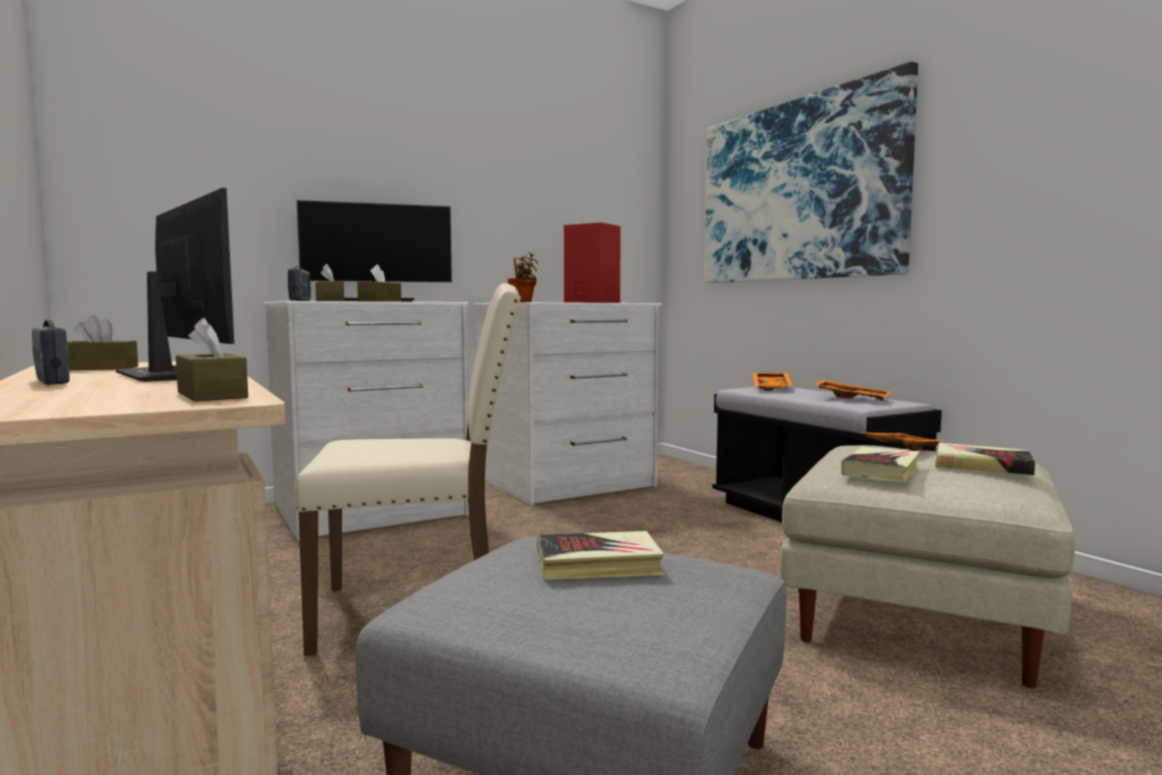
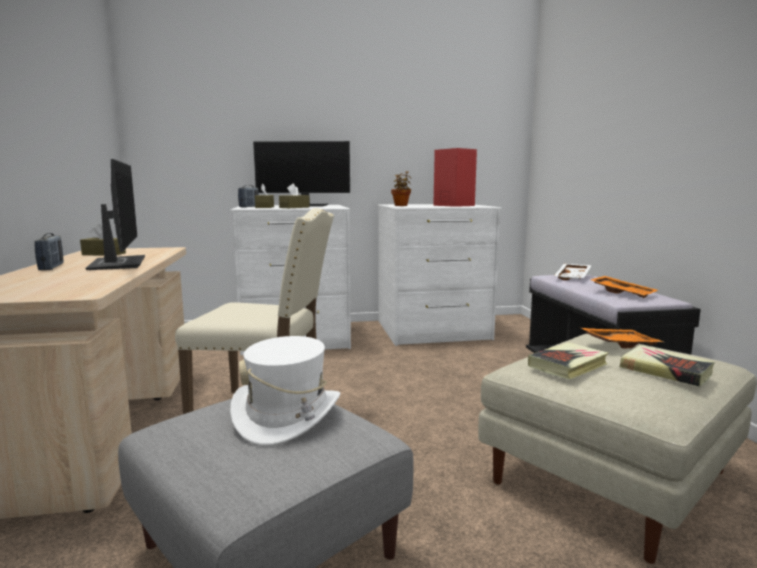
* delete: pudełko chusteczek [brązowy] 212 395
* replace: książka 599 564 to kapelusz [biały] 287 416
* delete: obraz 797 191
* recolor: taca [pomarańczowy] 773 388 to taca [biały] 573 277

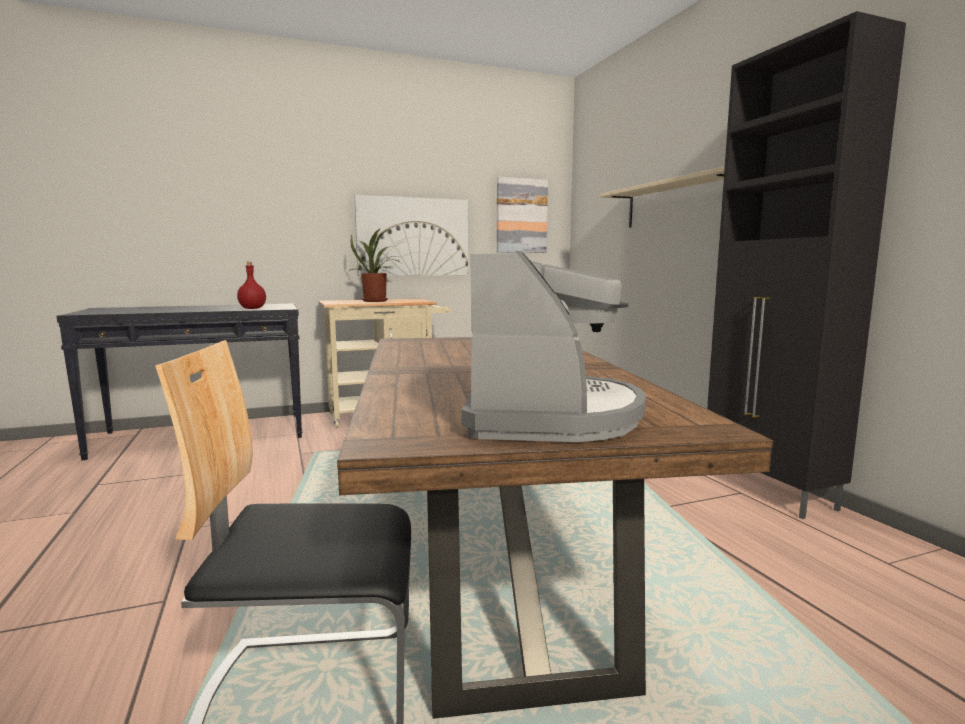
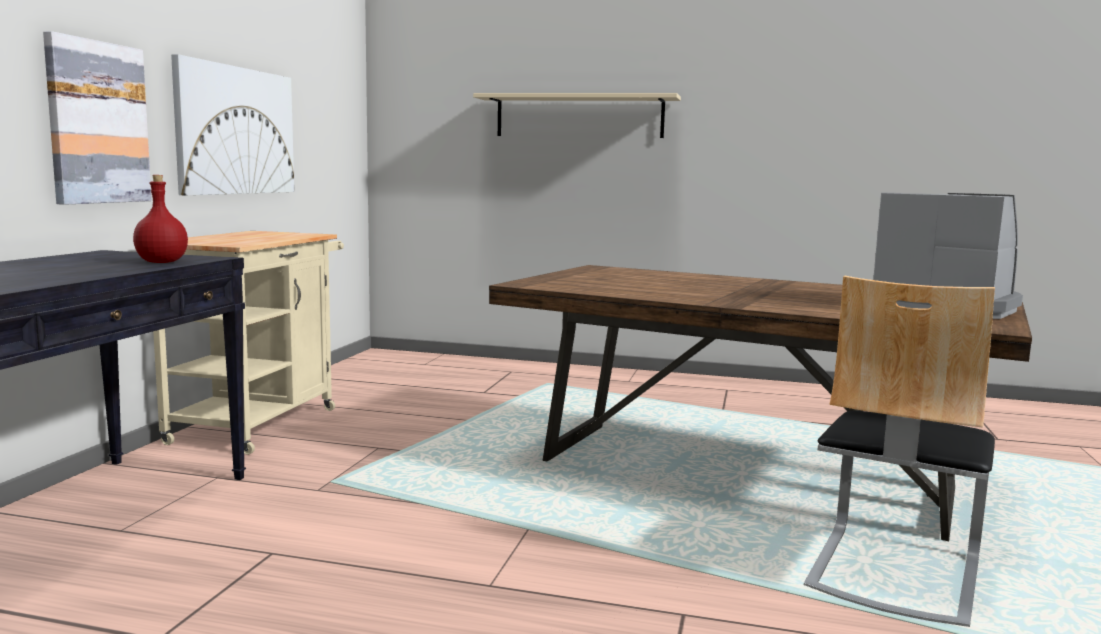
* delete: roślina doniczkowa 377 301
* move: obraz 521 216 to 97 123
* delete: szafka [czarny] 769 492

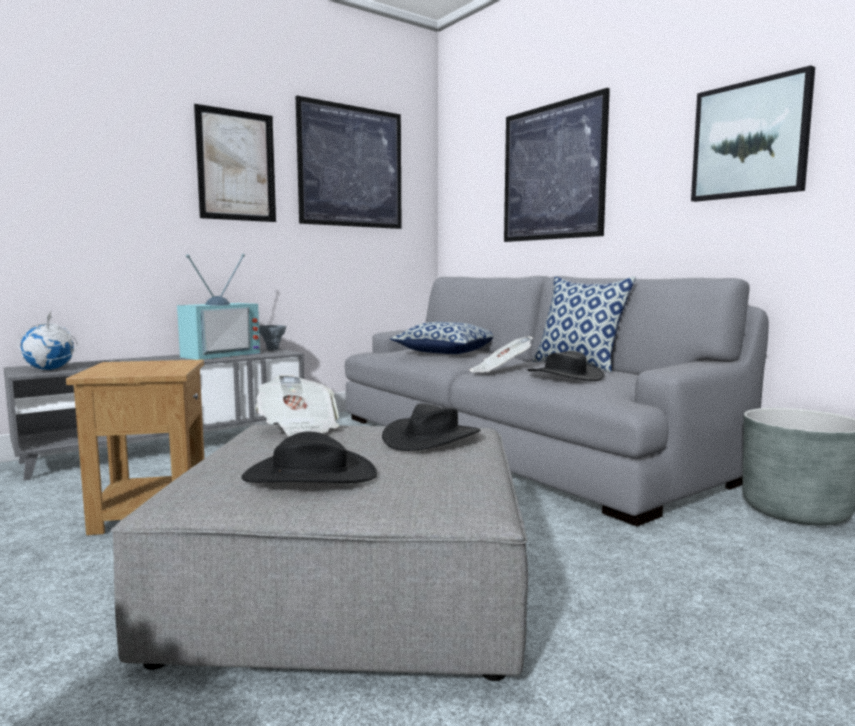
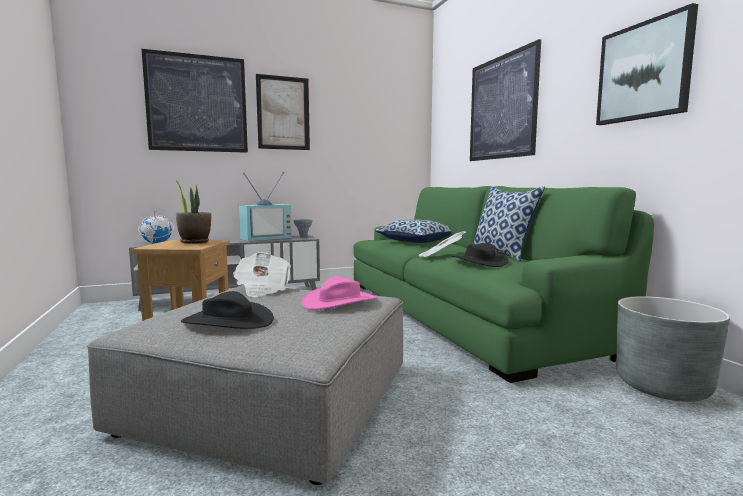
* move: obraz 351 167 to 197 103
* recolor: kanapa [szary] 513 446 to kanapa [zielony] 458 312
* recolor: kapelusz [czarny] 431 438 to kapelusz [różowy] 339 302
* insert: roślina doniczkowa 194 242

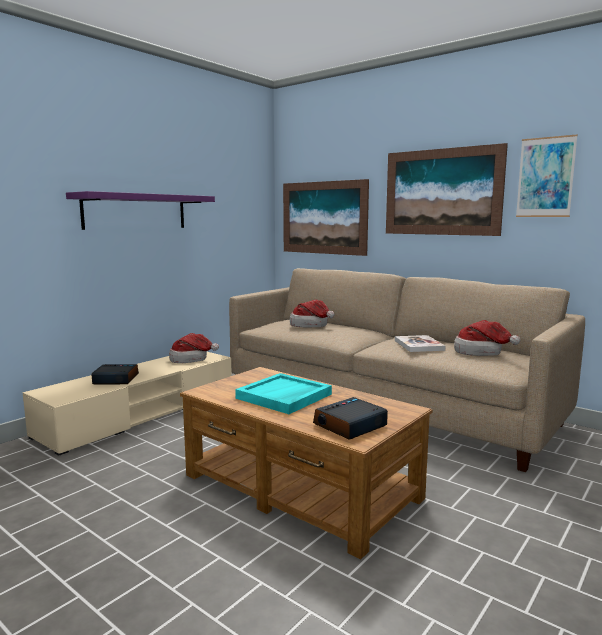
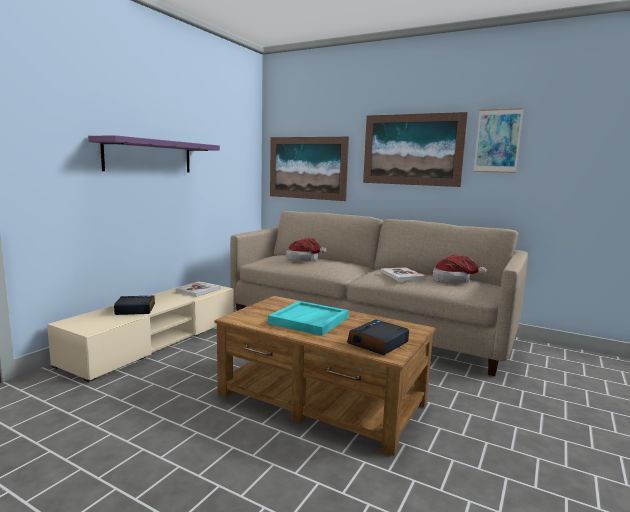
* replace: kapelusz 191 359 to książka 198 290

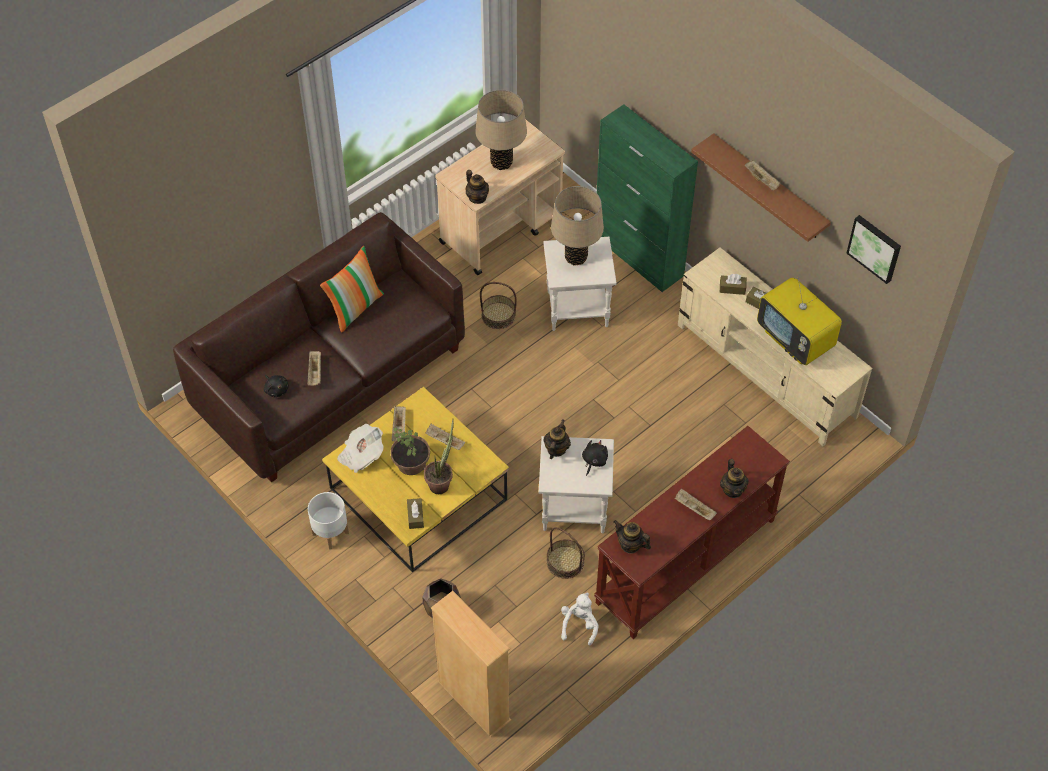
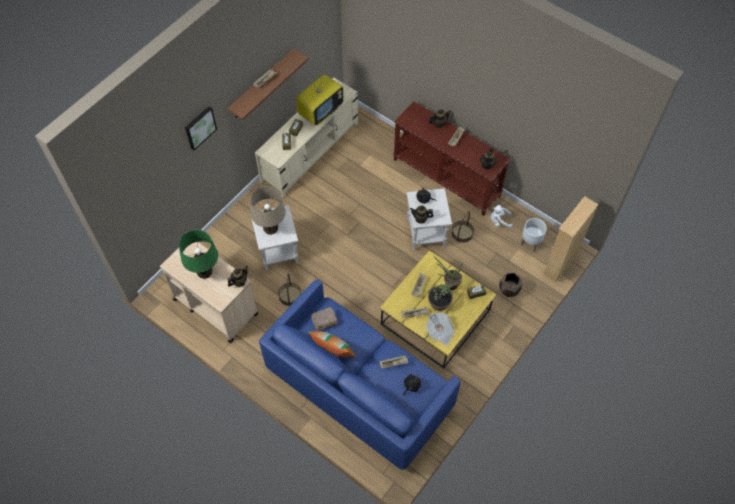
* recolor: kanapa [brązowy] 330 378 to kanapa [niebieski] 358 388
* move: donica [biały] 330 534 to 530 242
* recolor: lampa stołowa [beżowy] 501 162 to lampa stołowa [zielony] 205 272
* delete: szafka [zielony] 639 256
* move: obraz 875 248 to 199 127
* insert: książka [brązowy] 324 321

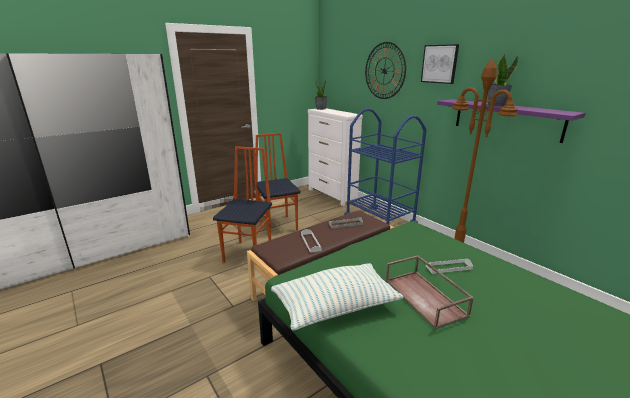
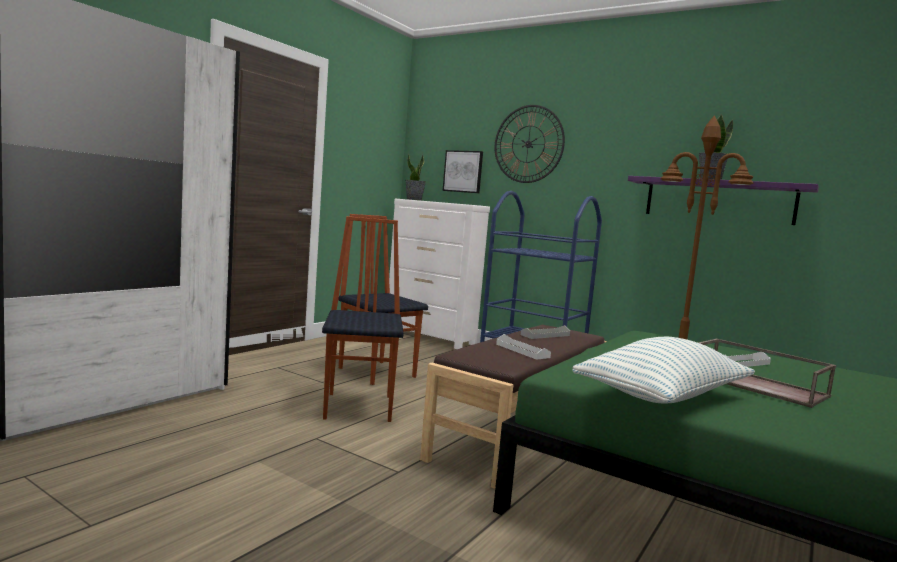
* move: obraz 439 64 to 463 171

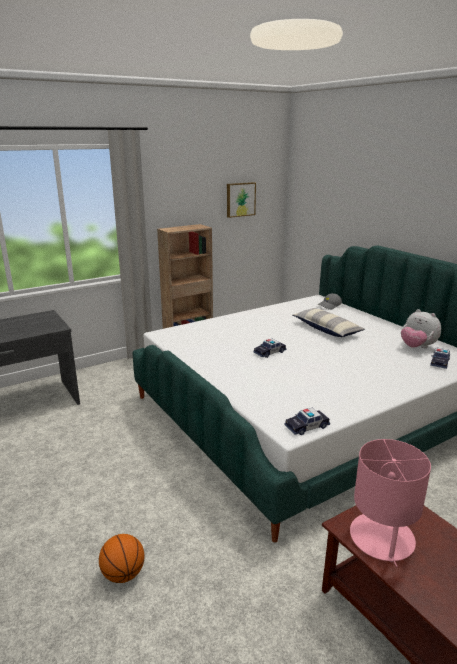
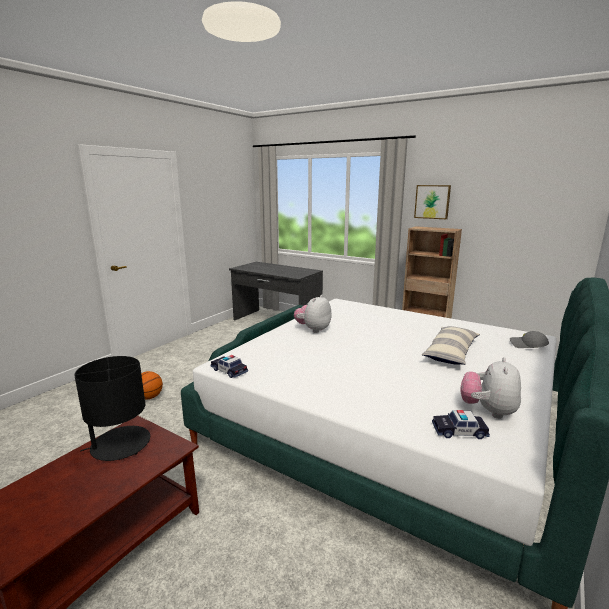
* move: obraz 240 199 to 432 201
* delete: samochodzik 269 352
* recolor: lampa stołowa [różowy] 382 538 to lampa stołowa [czarny] 120 444
* insert: pluszak 313 329

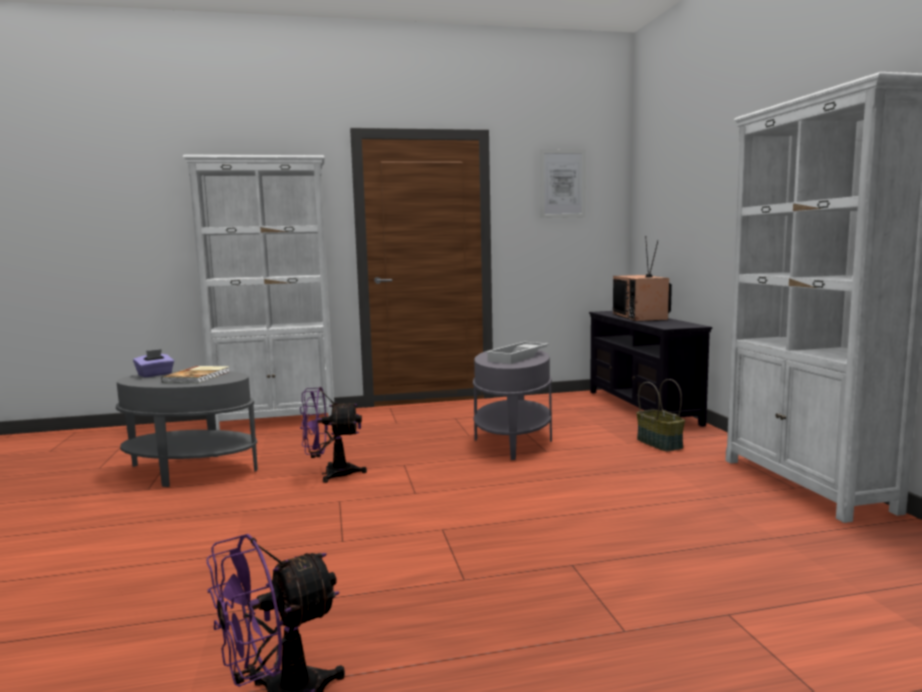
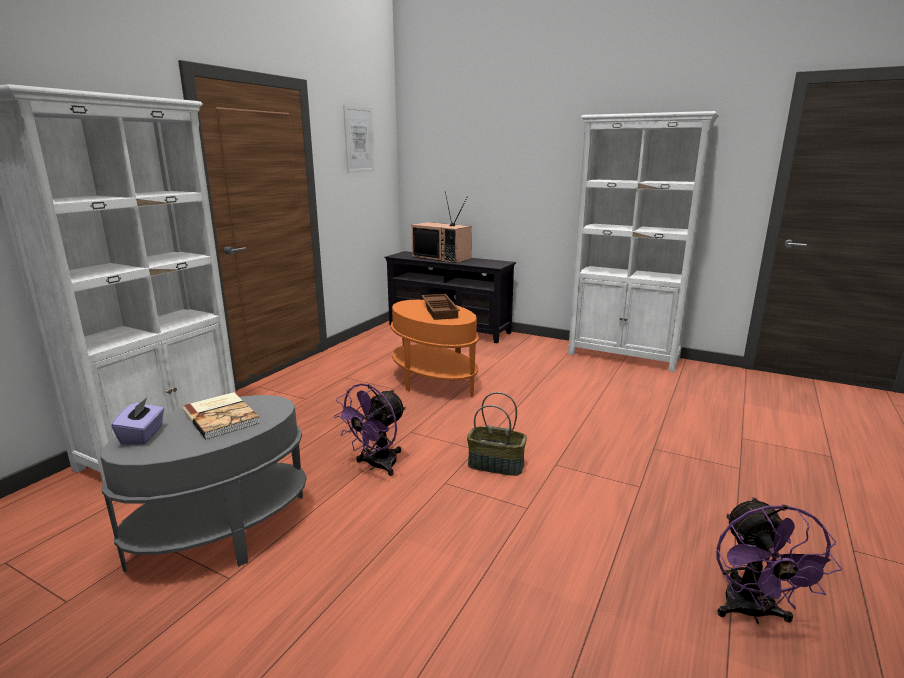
* recolor: stolik [szary] 513 440 to stolik [pomarańczowy] 434 381
* recolor: taca [biały] 518 357 to taca [brązowy] 440 310
* move: koszyk 660 443 to 496 464

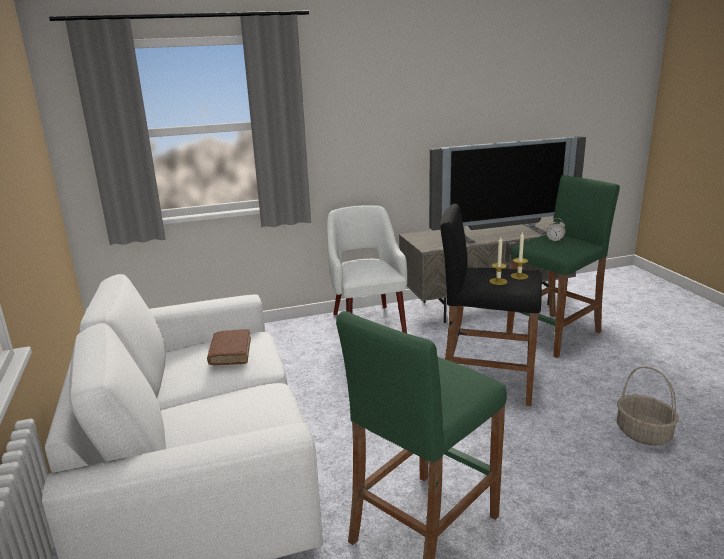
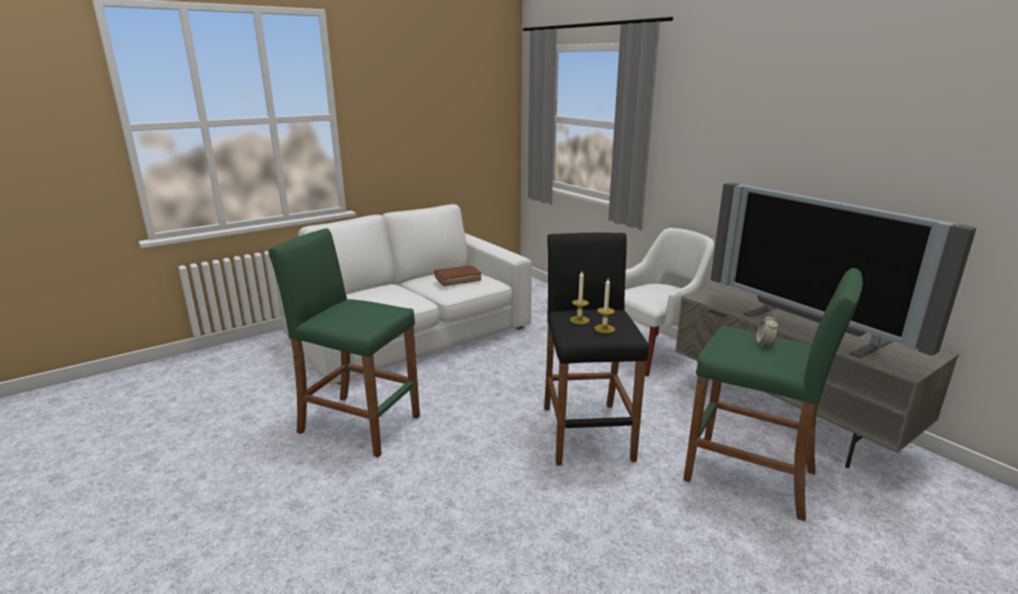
* delete: koszyk 642 433

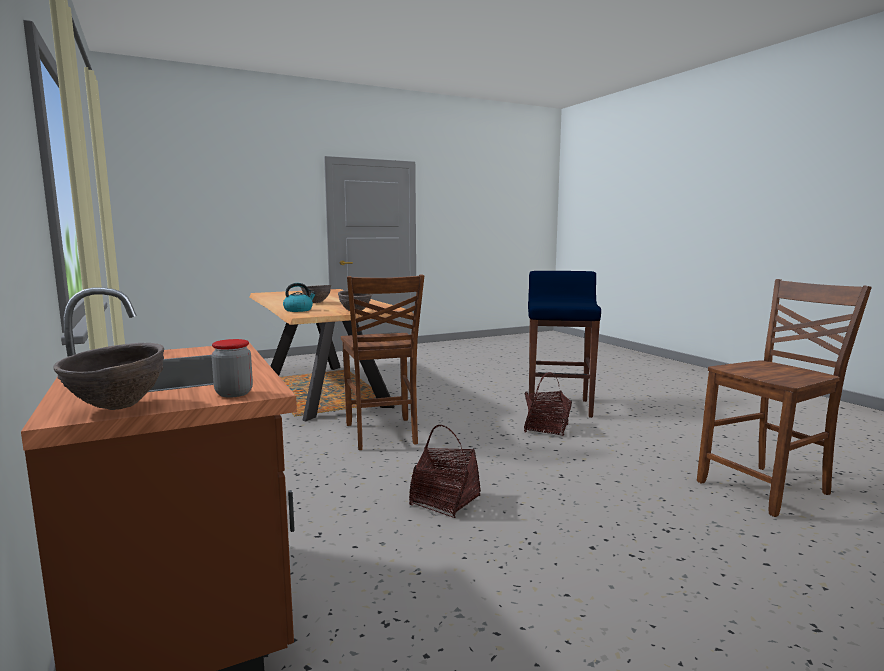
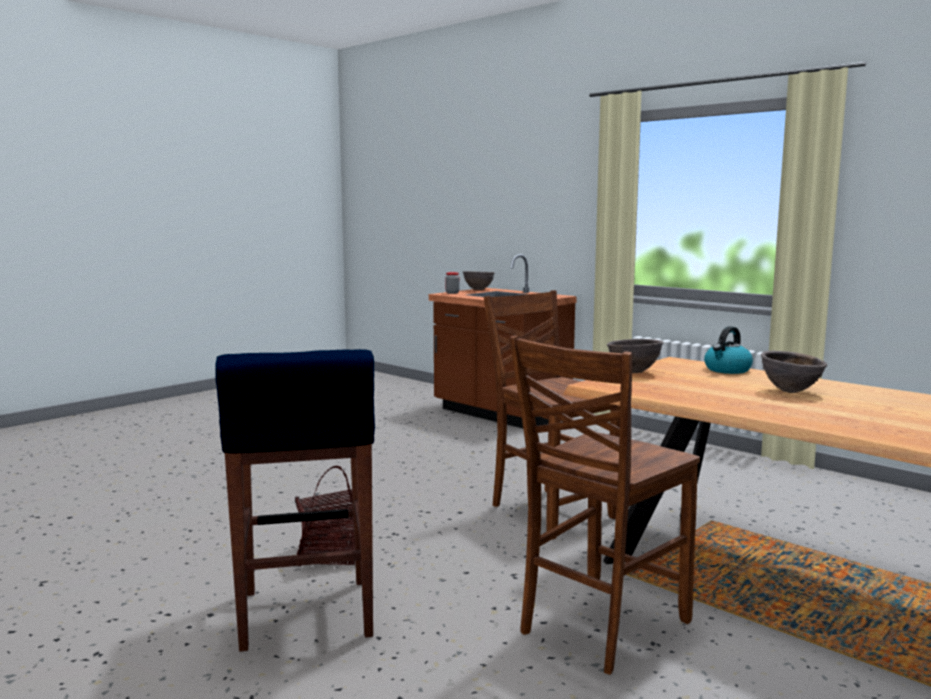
* delete: koszyk 445 501
* move: krzesło [brązowy] 767 489 to 600 626

